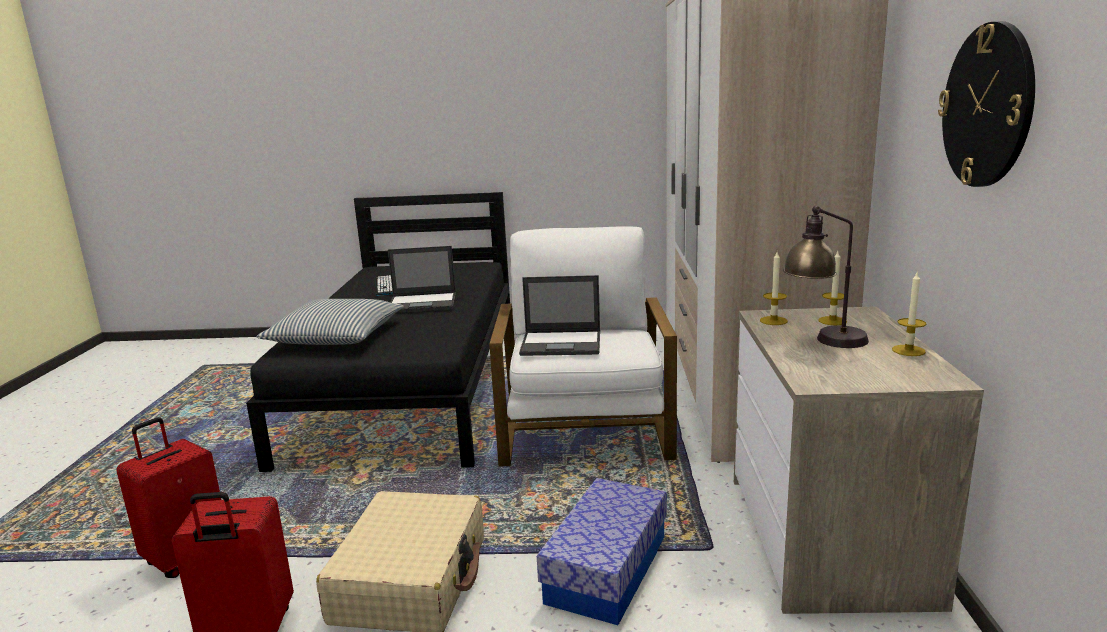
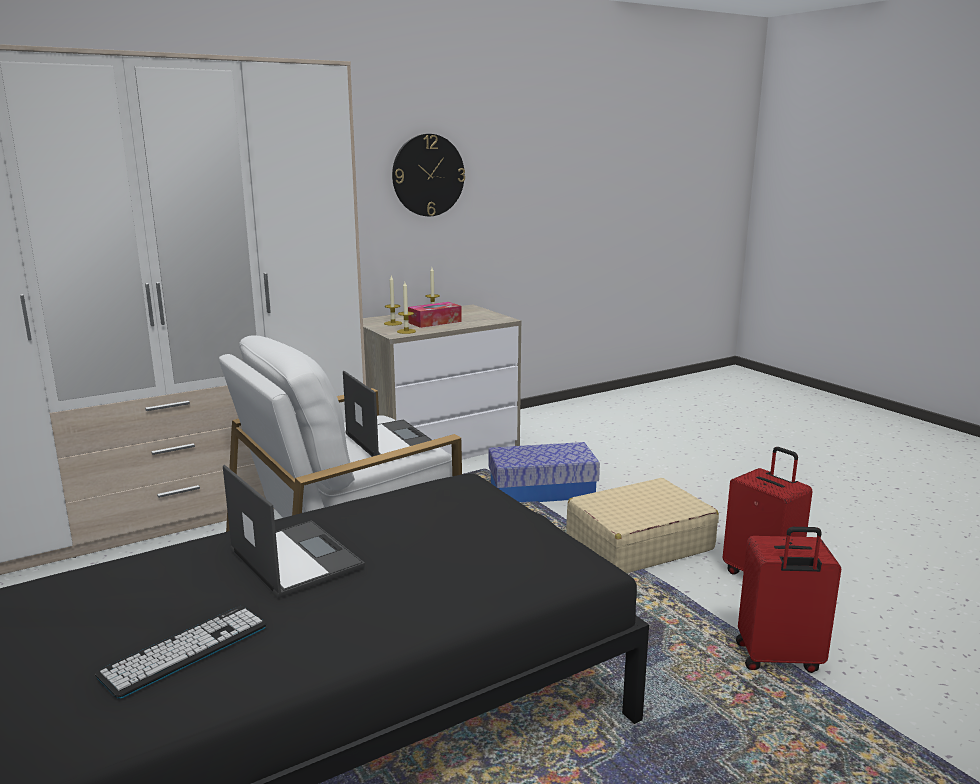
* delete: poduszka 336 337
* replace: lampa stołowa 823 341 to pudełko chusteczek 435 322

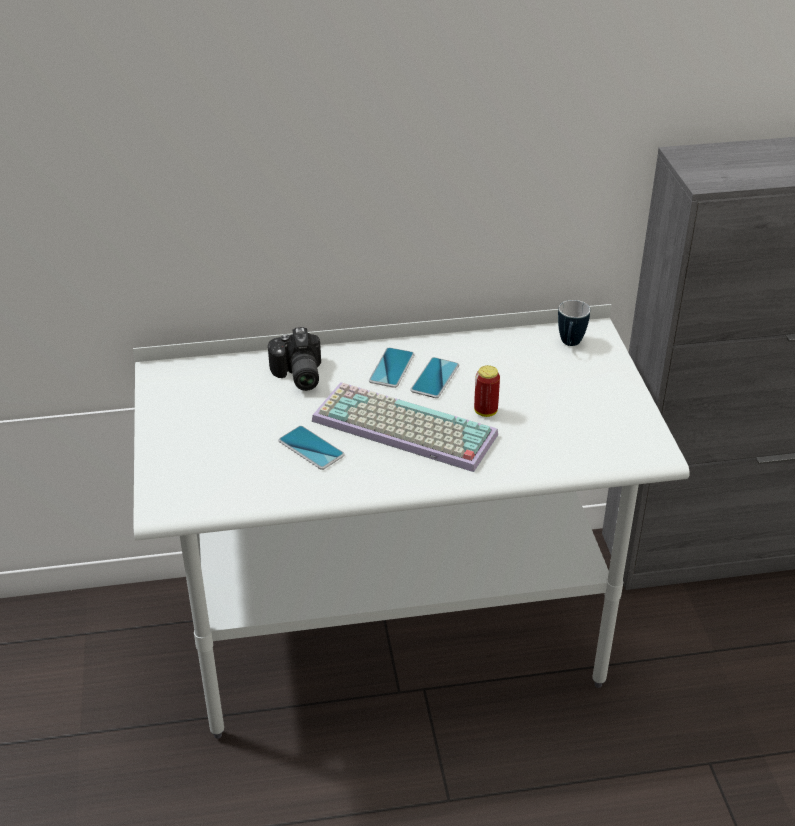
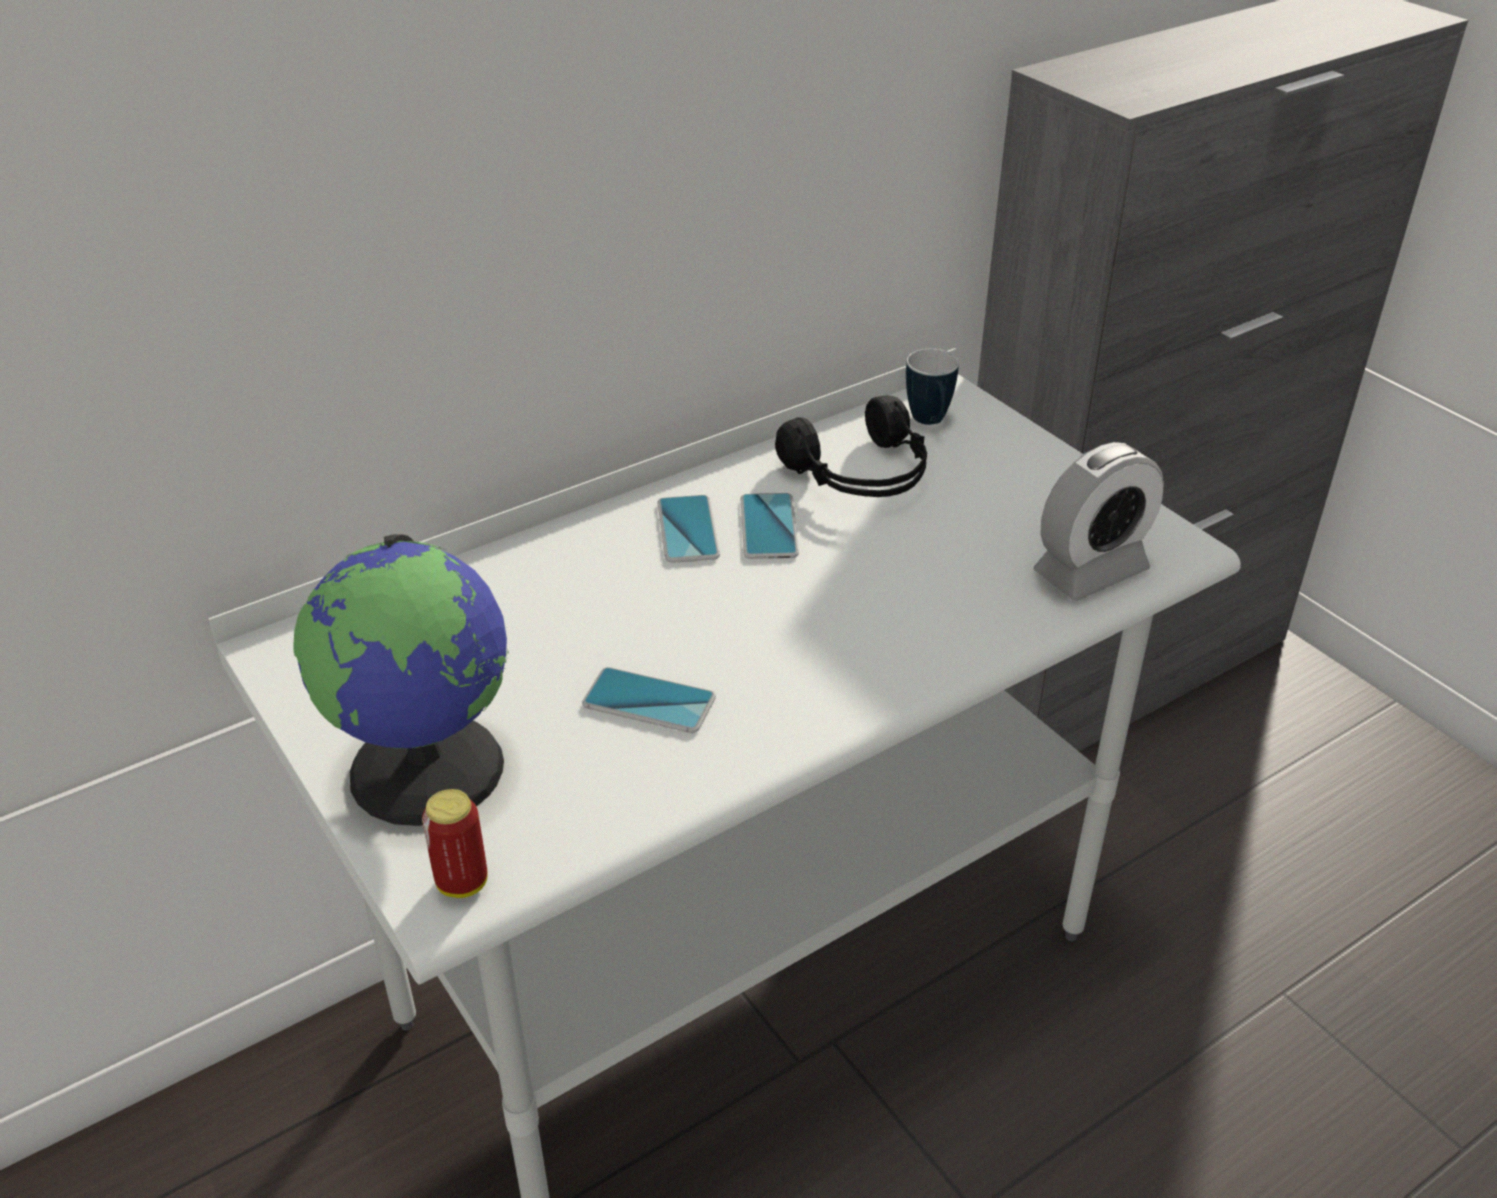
* delete: aparat fotograficzny 297 376
* delete: klawiatura 400 429
* move: puszka 485 411 to 462 883
* insert: globus 430 768
* insert: słuchawki [czarny] 862 475
* insert: budzik 1090 571

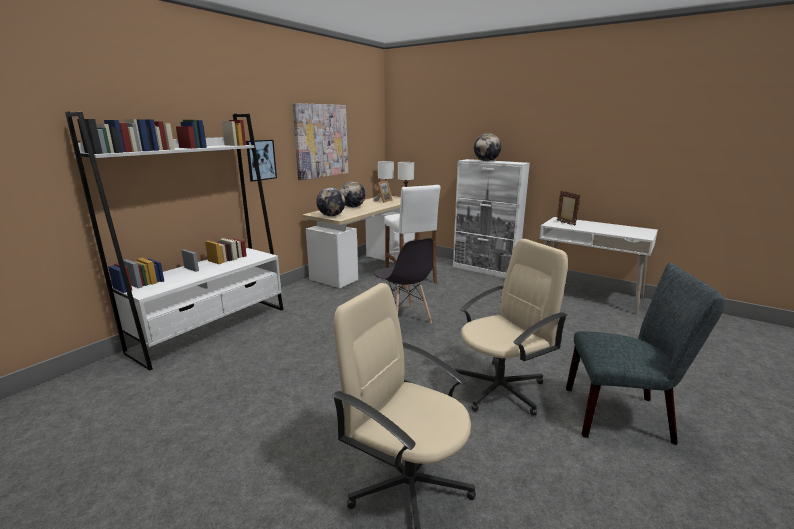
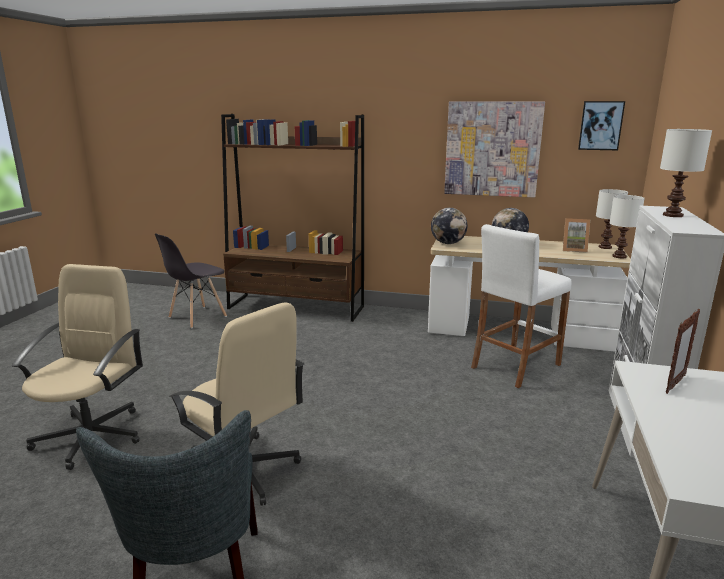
* recolor: regał [biały] 212 329 to regał [brązowy] 296 307
* move: obraz 261 160 to 600 125
* move: krzesło [szary] 404 319 to 197 317
* replace: globus 486 161 to lampa stołowa [biały] 672 215

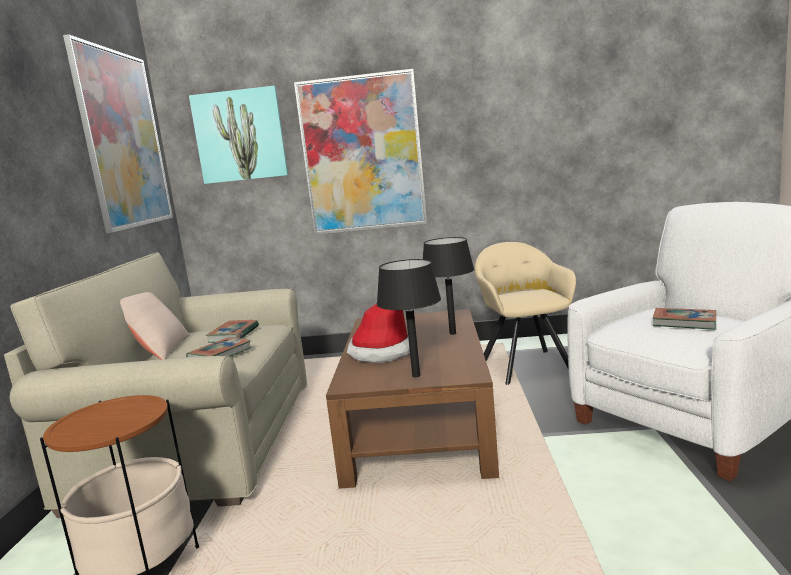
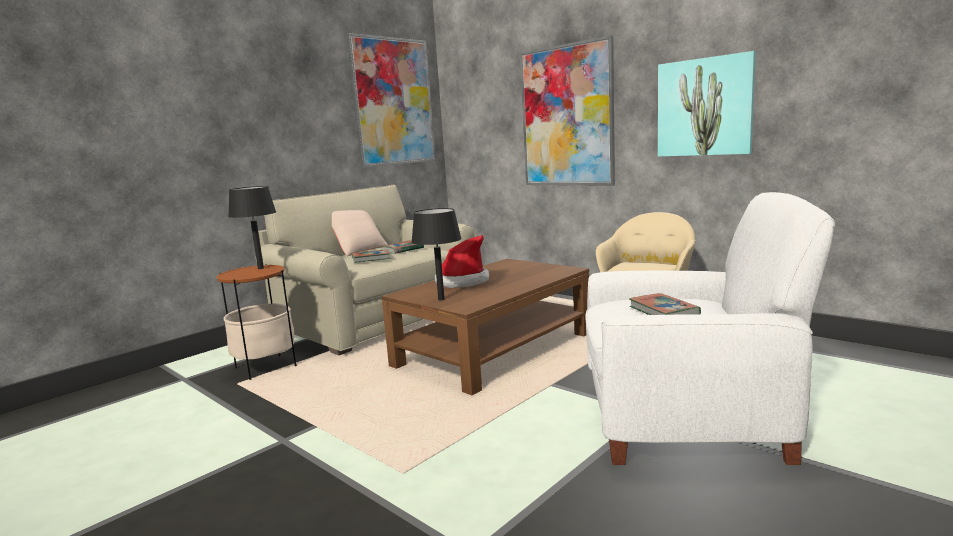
* move: obraz 240 135 to 704 107
* move: lampa stołowa [czarny] 453 333 to 261 268

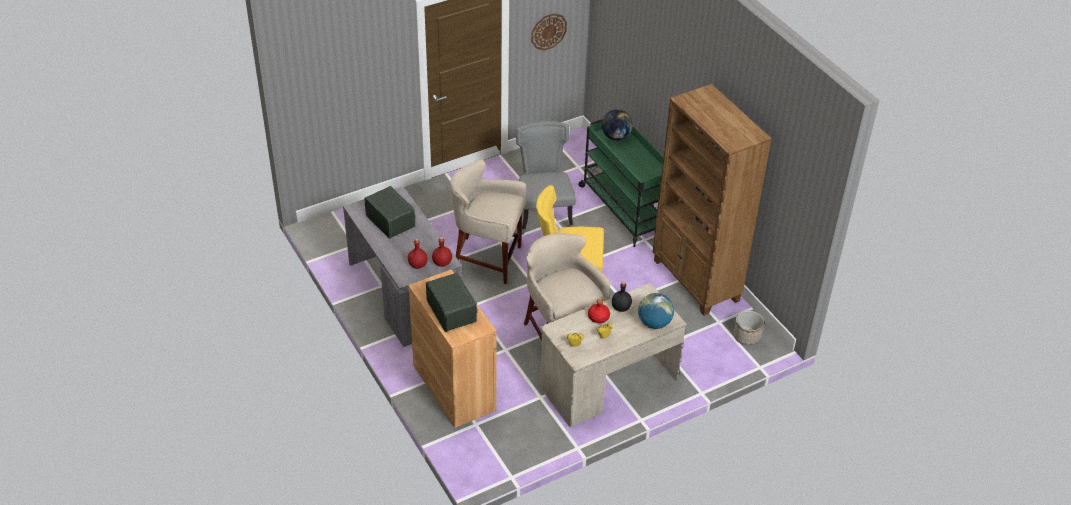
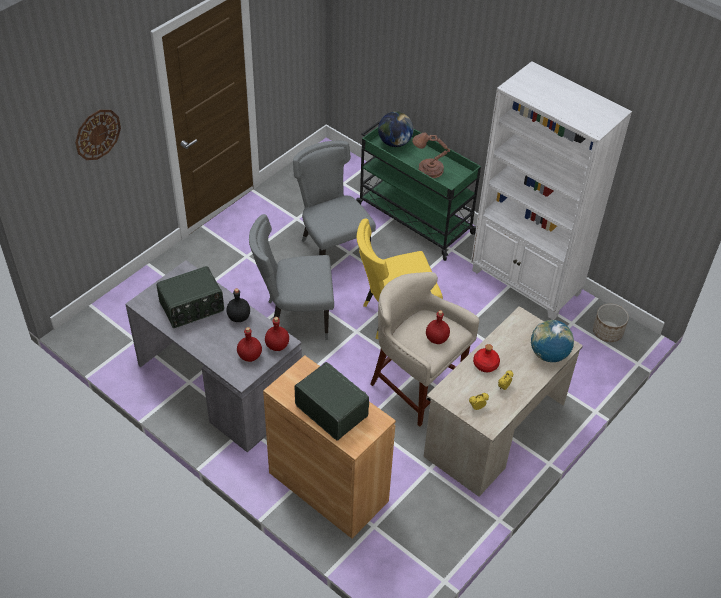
* rotate: radio 391 221 = 192 308 120 degrees clockwise
* replace: stołek [beżowy] 487 259 to krzesło [szary] 295 317
* move: zegar ścienny 548 31 to 97 134
* move: butelka [czarny] 620 308 to 238 317
* recolor: regał [brązowy] 695 281 to regał [biały] 526 282
* insert: lampa stołowa [brązowy] 428 170
* insert: butelka [czerwony] 437 339

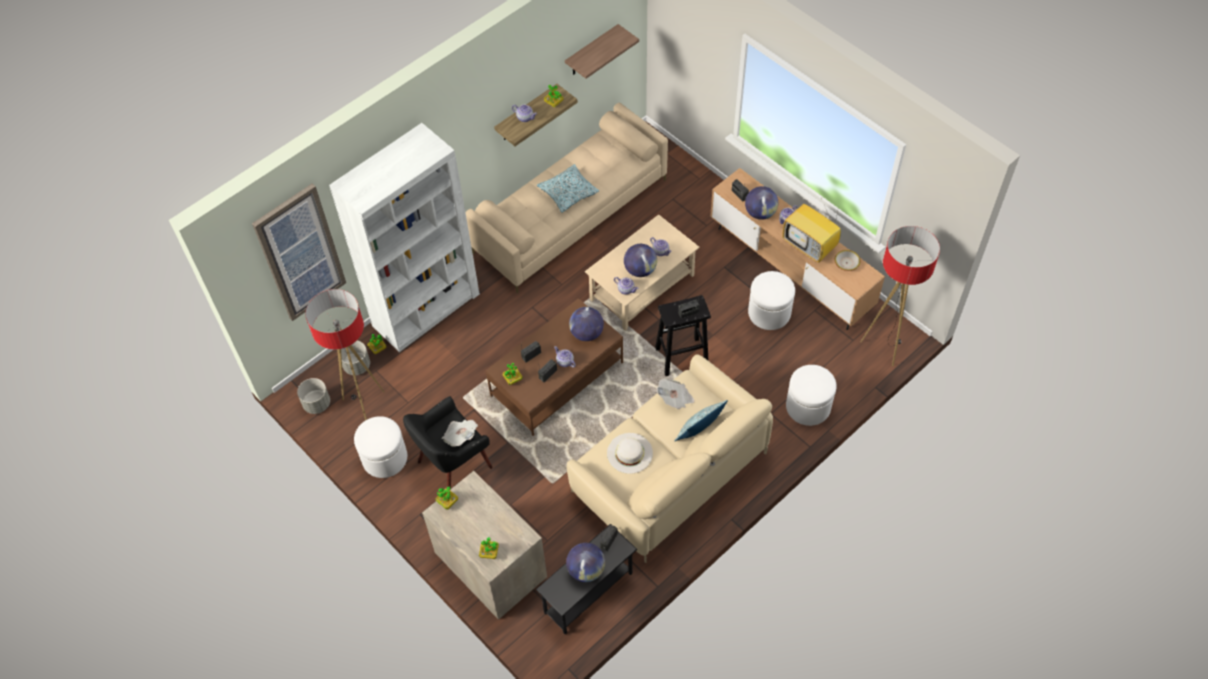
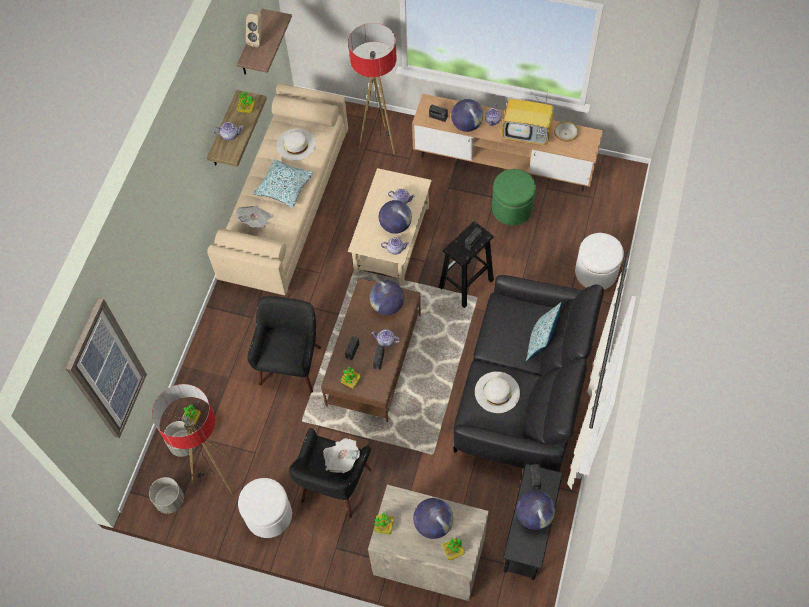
* delete: regał [biały] 426 309
* recolor: kanapa [beżowy] 669 472 to kanapa [czarny] 523 389
* move: gazeta 675 399 to 256 221
* recolor: pufa [biały] 769 313 to pufa [zielony] 512 208
* move: lampa stojąca 884 346 to 379 143
* insert: głośnik [beżowy] 257 40
* insert: fotel [czarny] 291 365
* insert: kapelusz [biały] 296 144
* insert: globus 433 524

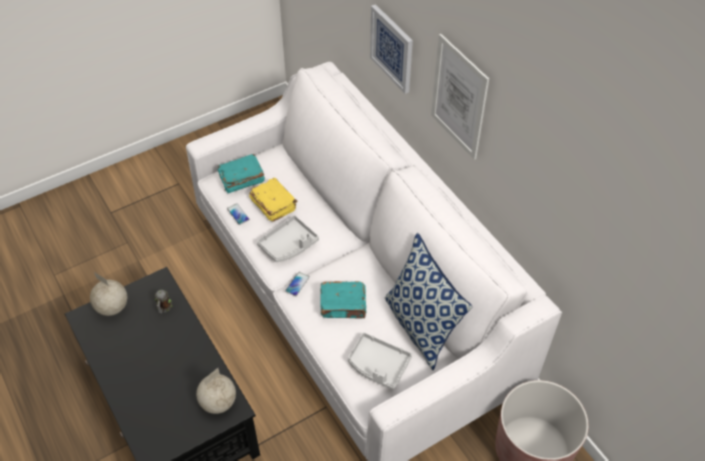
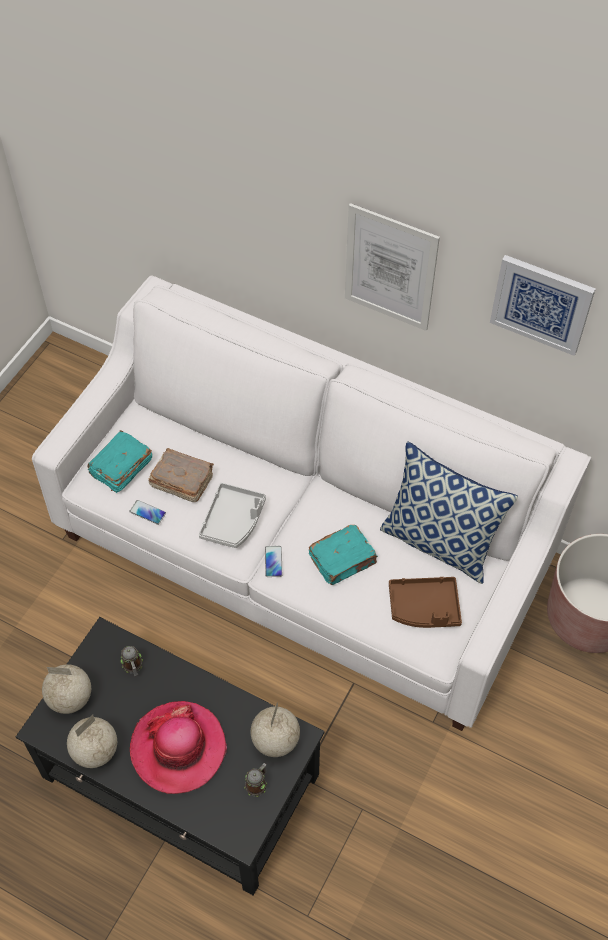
* recolor: książka [żółty] 273 204 to książka [brązowy] 181 481
* recolor: taca [szary] 378 365 to taca [brązowy] 424 607
* move: obraz 392 48 to 541 304
* insert: globus 95 751
* insert: kapelusz 178 748
* insert: kubek 257 784

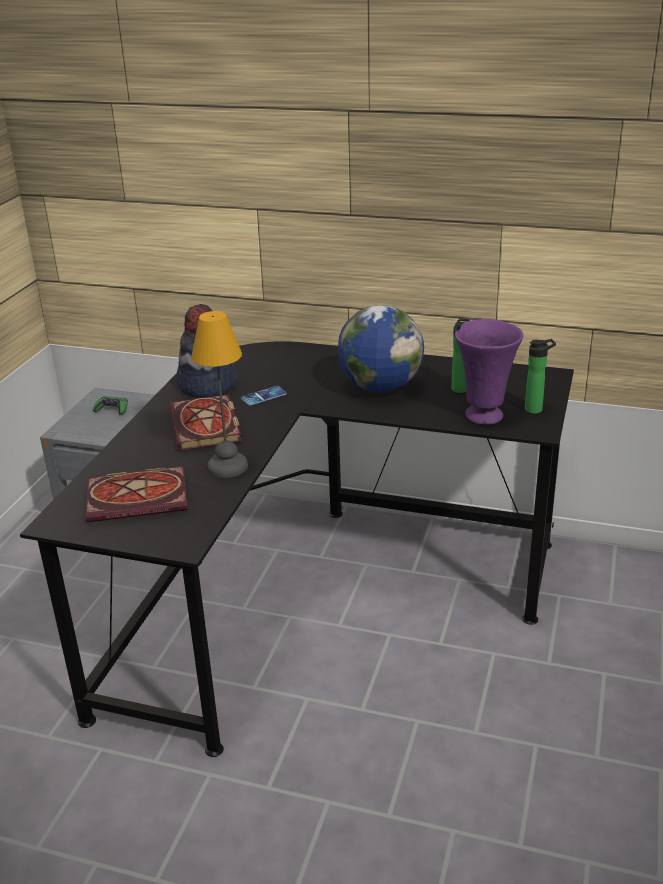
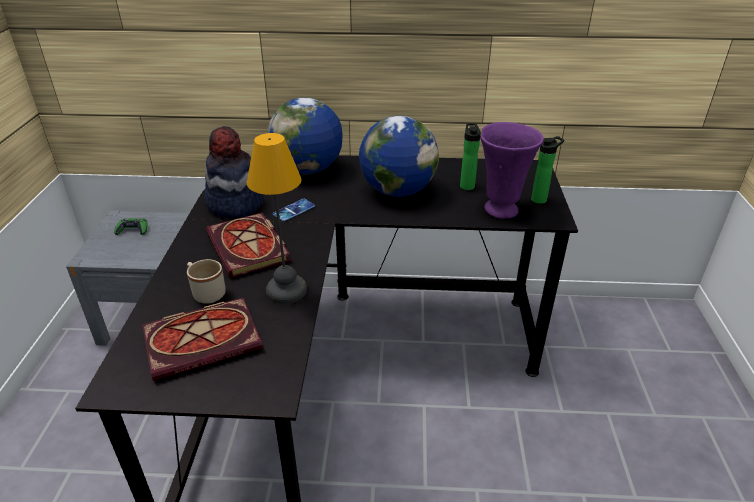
* insert: kubek [beżowy] 206 292
* insert: globus 308 170

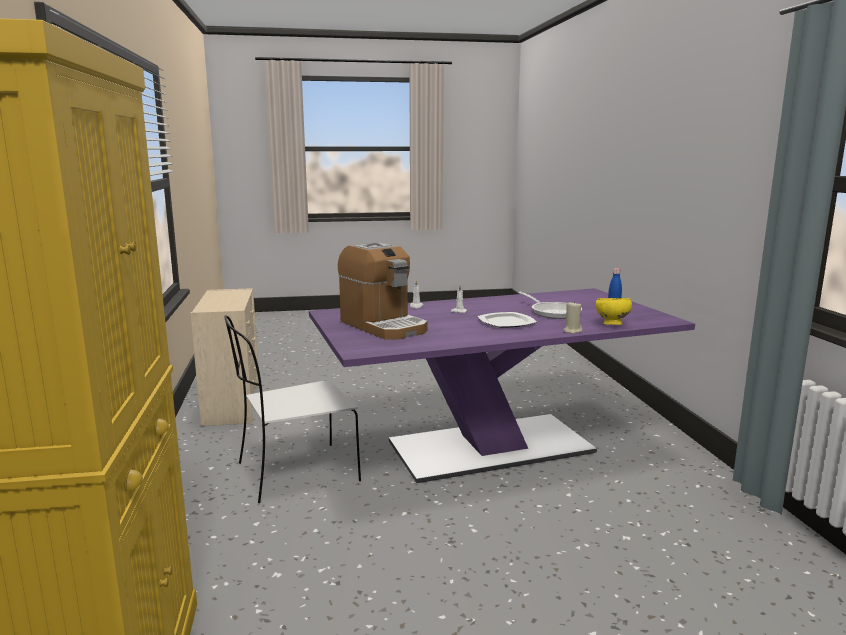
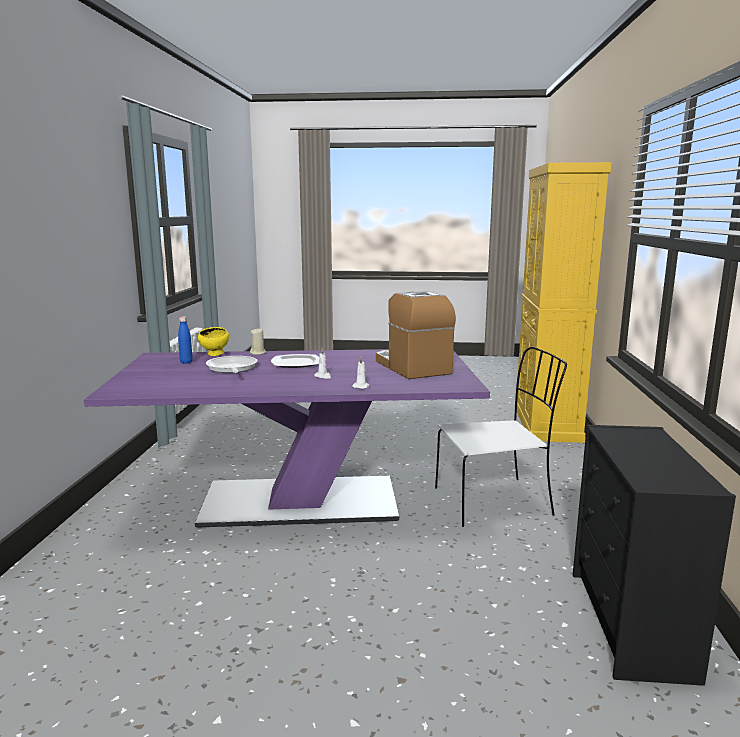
* recolor: komoda [beżowy] 232 404 to komoda [czarny] 631 625

